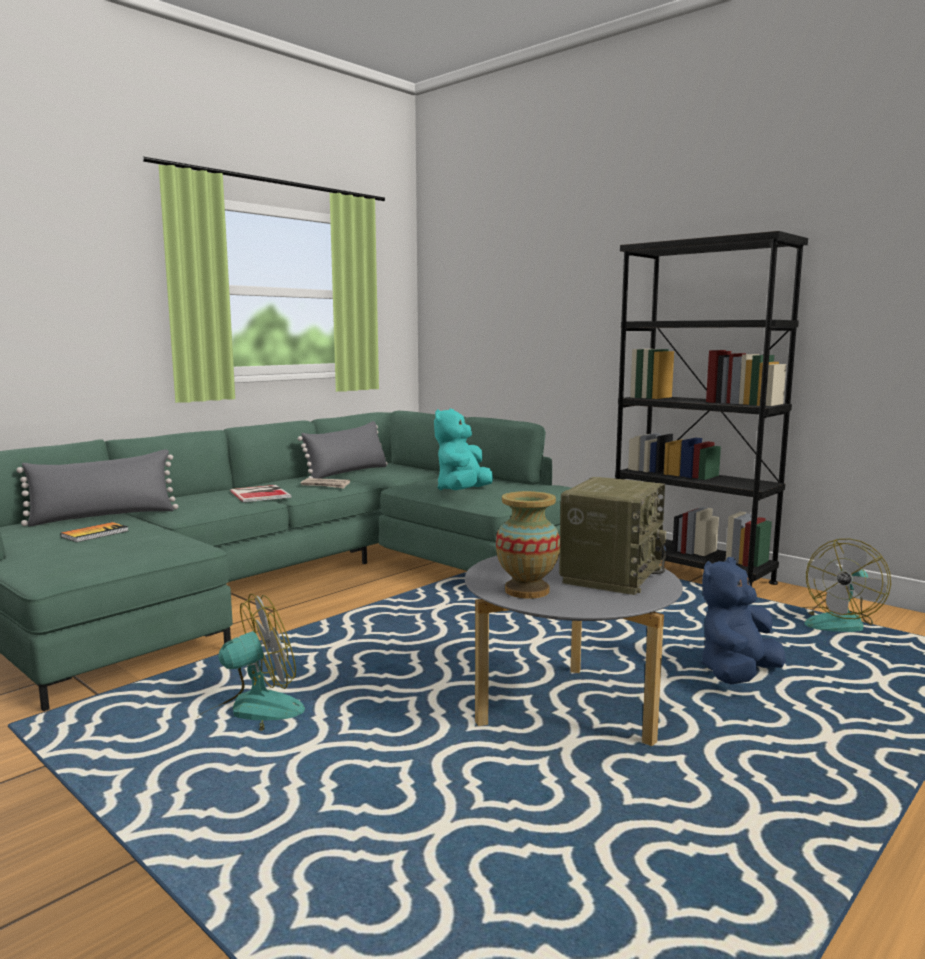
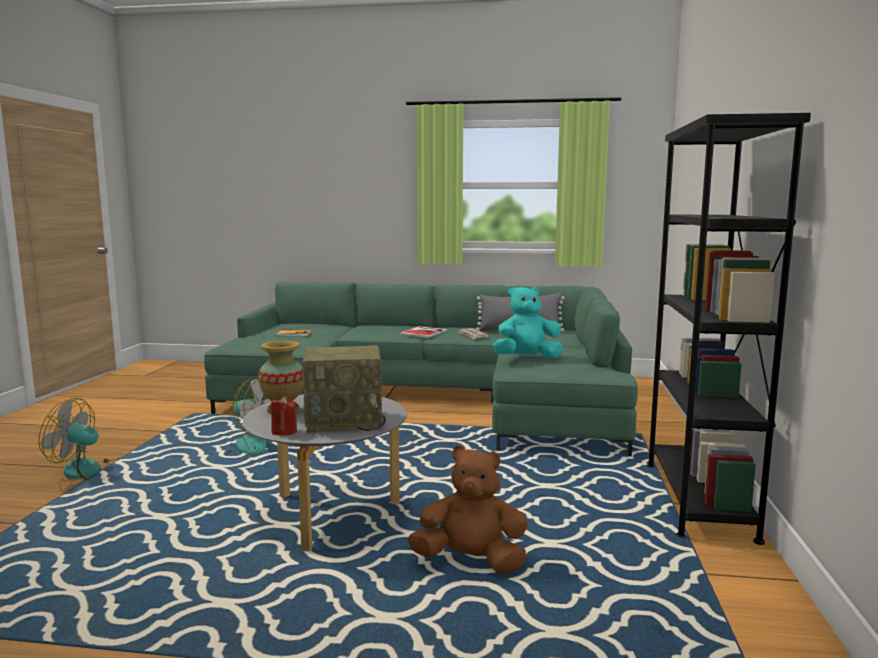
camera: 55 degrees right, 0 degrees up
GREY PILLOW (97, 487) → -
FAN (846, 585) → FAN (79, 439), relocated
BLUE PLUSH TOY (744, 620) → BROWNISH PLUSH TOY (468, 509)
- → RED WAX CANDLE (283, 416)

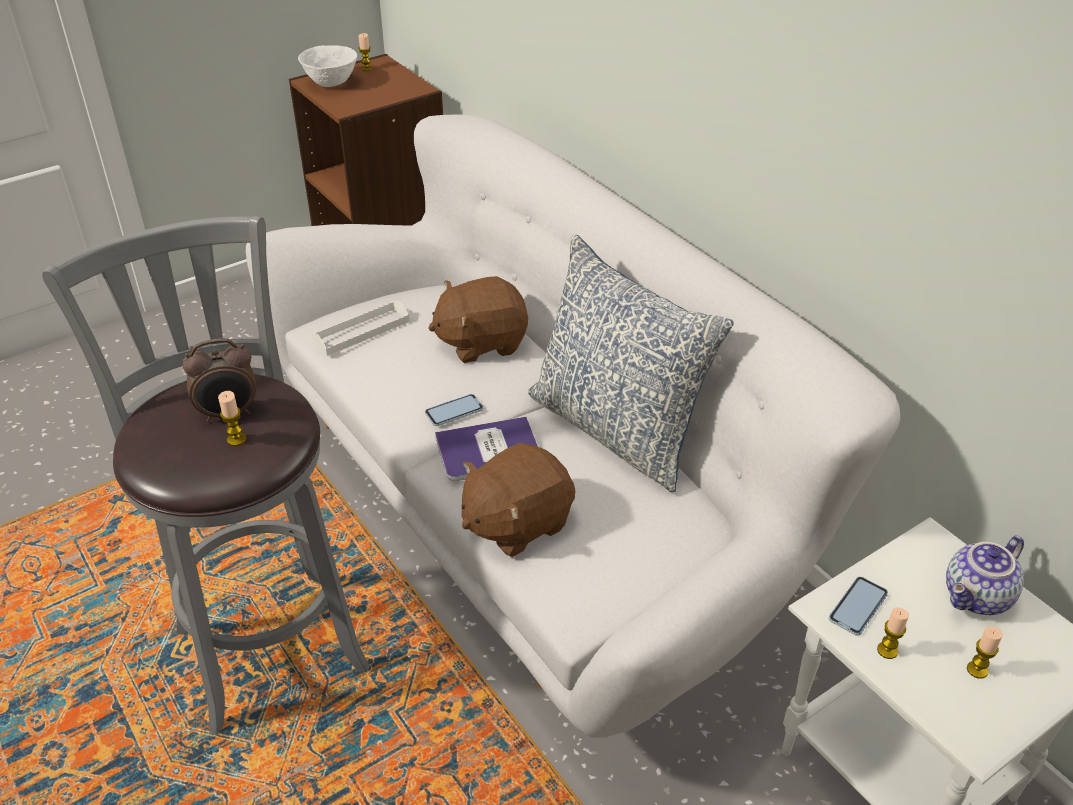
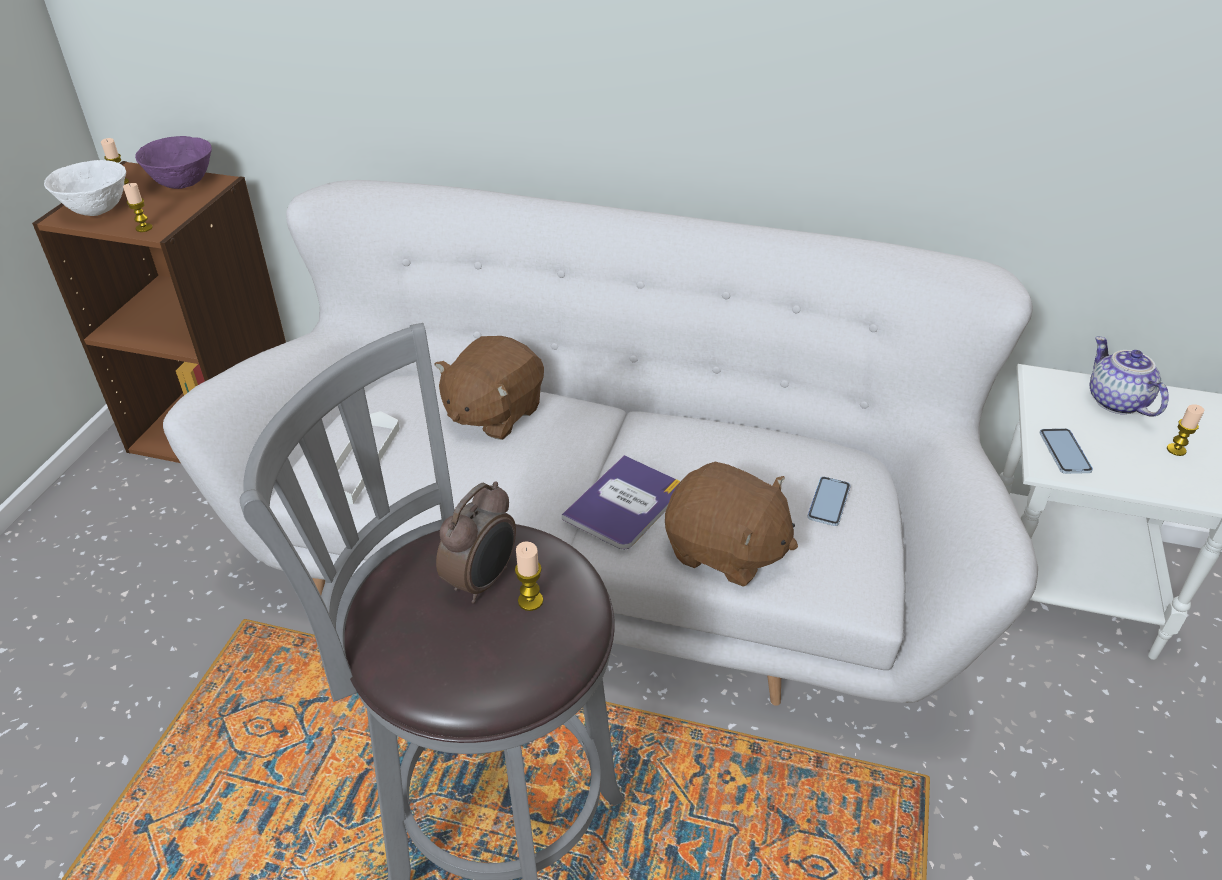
camera: 40 degrees left, 0 degrees up
PILLOW (631, 364) → -
HANDSET (454, 410) → HANDSET (829, 501), relocated
BROWNISH PLUSH TOY (518, 499) → BROWNISH PLUSH TOY (731, 524), 75 degrees counterclockwise
TEA POT (985, 575) → TEA POT (1129, 377), 150 degrees clockwise
WAX CANDLE (893, 633) → WAX CANDLE (138, 207), relocated
- → PURPLE-COLOURED DEEP DISH (173, 162)

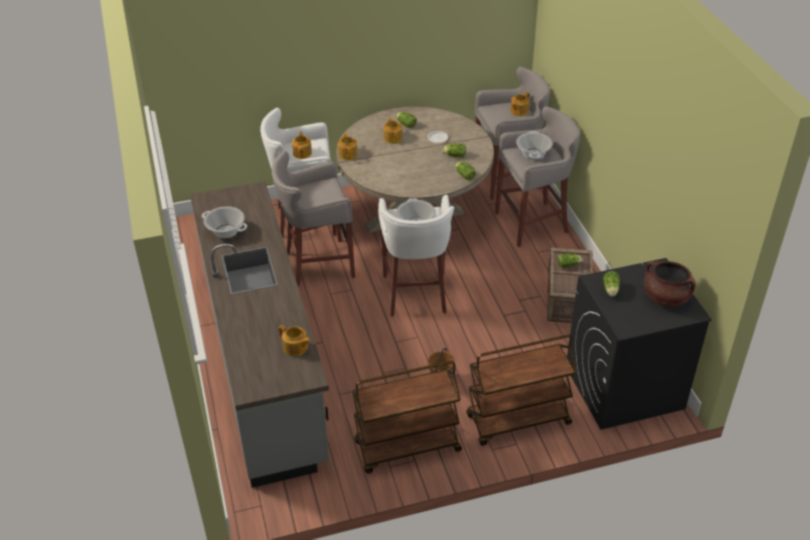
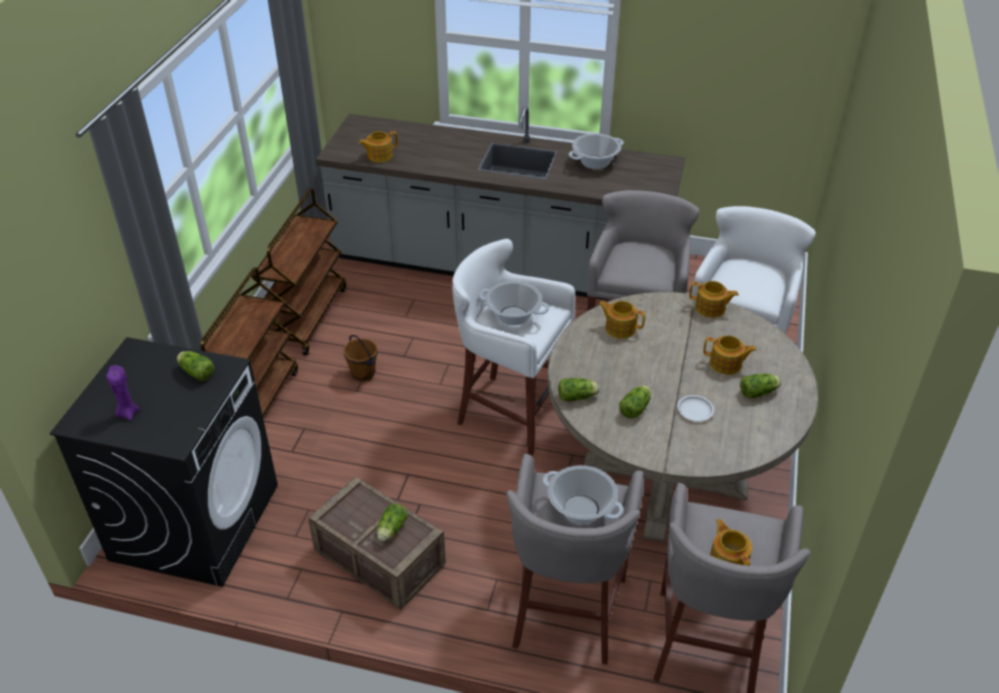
camera: 120 degrees right, 0 degrees up
TEA POT (302, 145) → TEA POT (621, 320), relocated
BROWNISH STOCKPOT (670, 284) → PURPLE-COLOURED WAX CANDLE (122, 392)

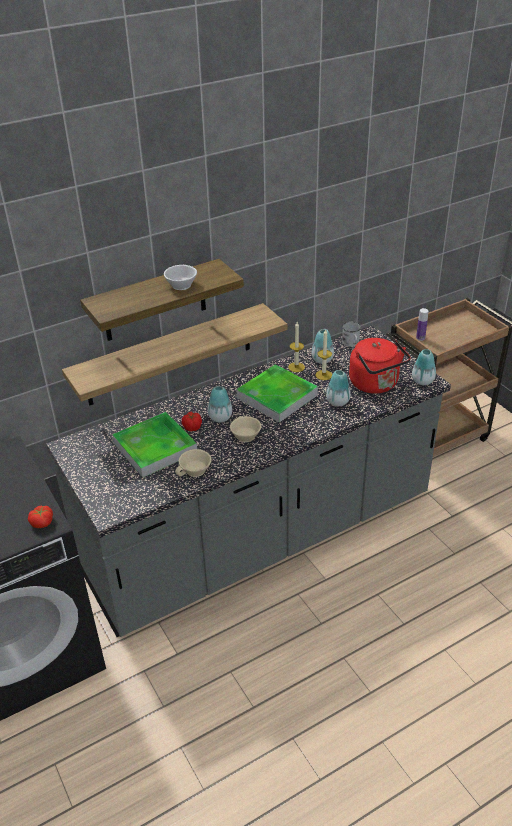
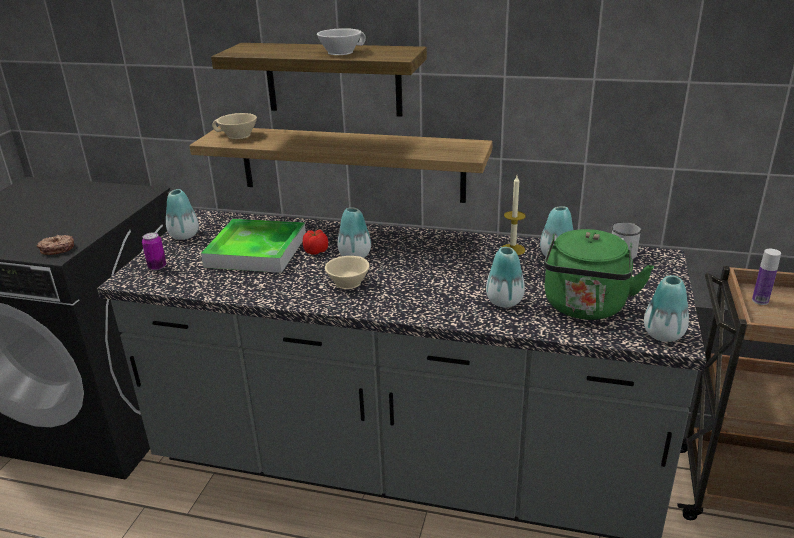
camera: 45 degrees right, 10 degrees down
WAX CANDLE (323, 354) → -
RED TEA KETTLE (380, 366) → GREENISH TEA KETTLE (599, 274)
TRAY (277, 393) → -
SAND-COLOURED SMALL CUP (193, 463) → SAND-COLOURED SMALL CUP (234, 126), relocated
WHOLE TOMATO (40, 517) → DOUGHNUT (55, 245)
- → VASE (182, 214)
- → SEALED CAN (154, 251)

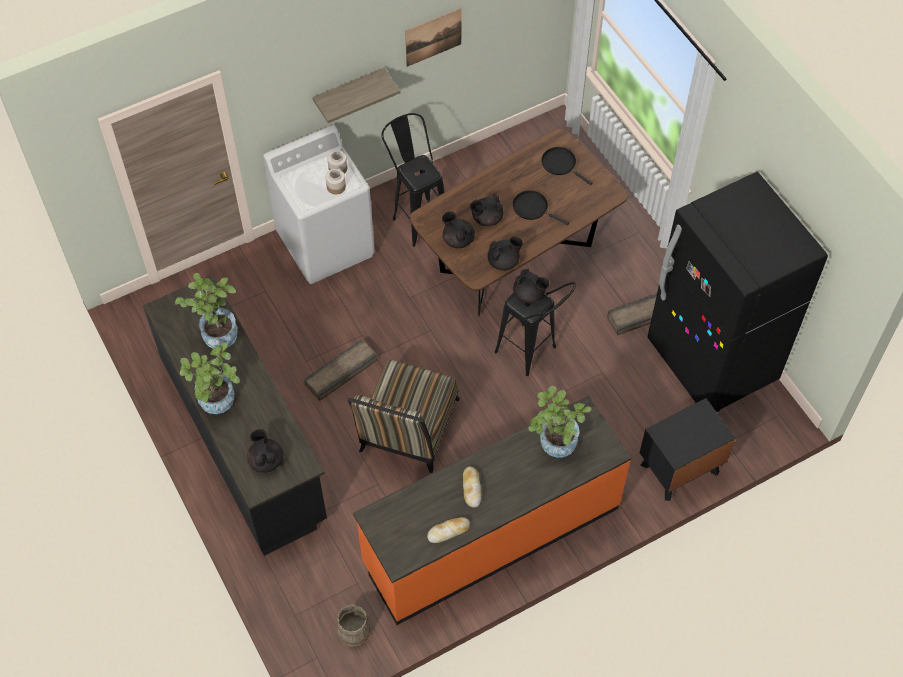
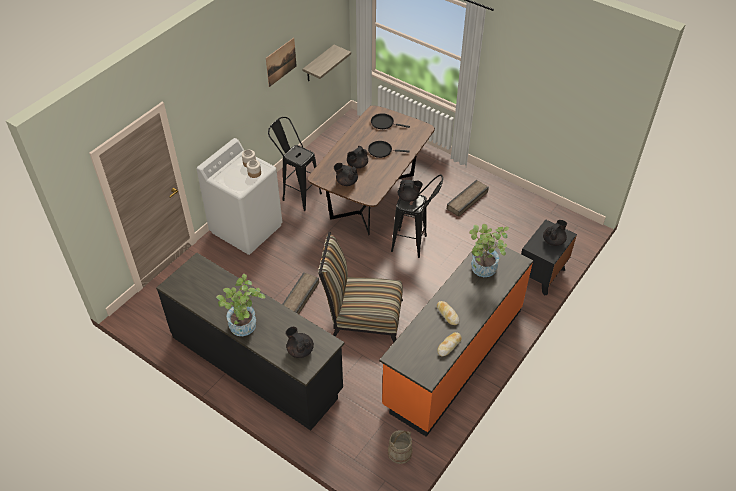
camera: 25 degrees left, 10 degrees down
SHELF (356, 95) → SHELF (326, 63), relocated
BLACK REFRIGERATOR (738, 292) → -
BLACK TEA POT (505, 253) → BLACK TEA POT (555, 233), relocated
HOUSEPLANT (206, 311) → -
UPRIGHT CHAIR (404, 416) → UPRIGHT CHAIR (360, 287), 105 degrees clockwise

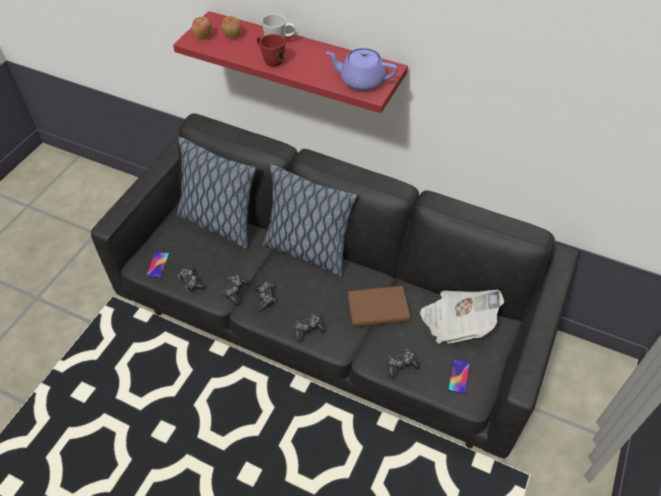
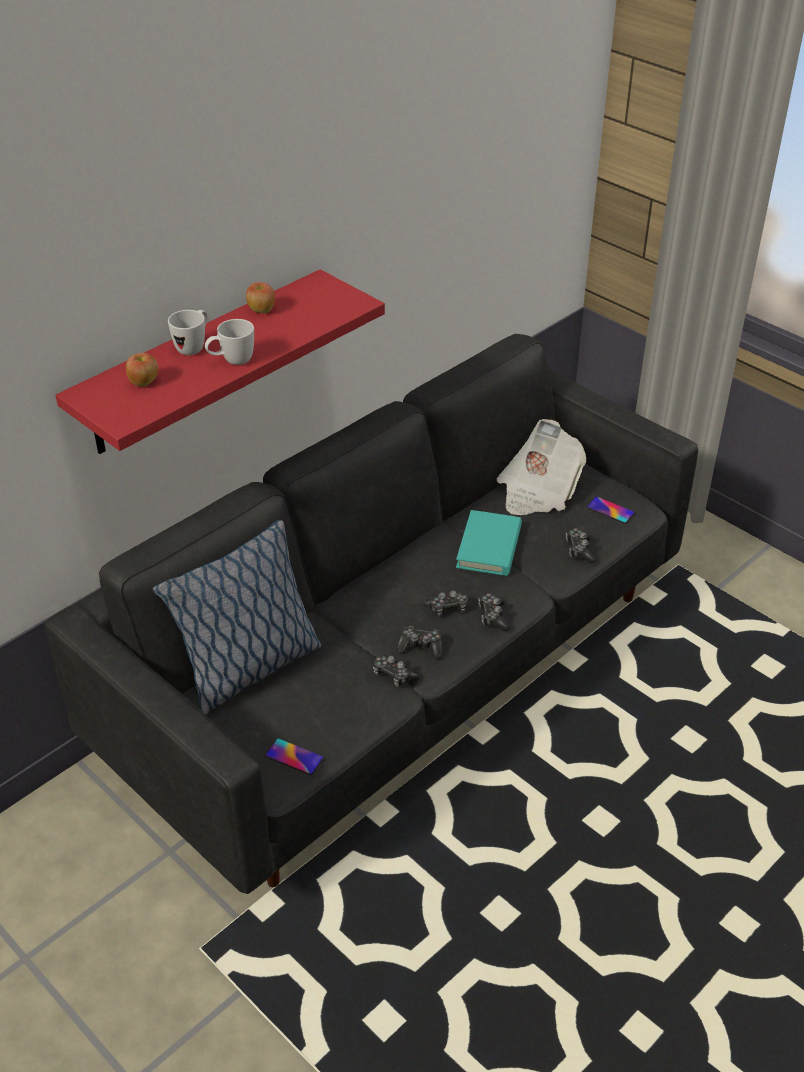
camera: 70 degrees left, 10 degrees down
WHOLE APPLE (202, 28) → WHOLE APPLE (260, 297), relocated
RED COFFEE MUG (271, 50) → WHITISH COFFEE MUG (229, 342)
PURPLE-COLOURED TEA POT (362, 69) → -
PILLOW (310, 220) → -
JOYPAD (192, 279) → JOYPAD (446, 603), relocated
BROWNISH BOUND BOOK (379, 307) → BLUE-GREEN BOUND BOOK (489, 543)

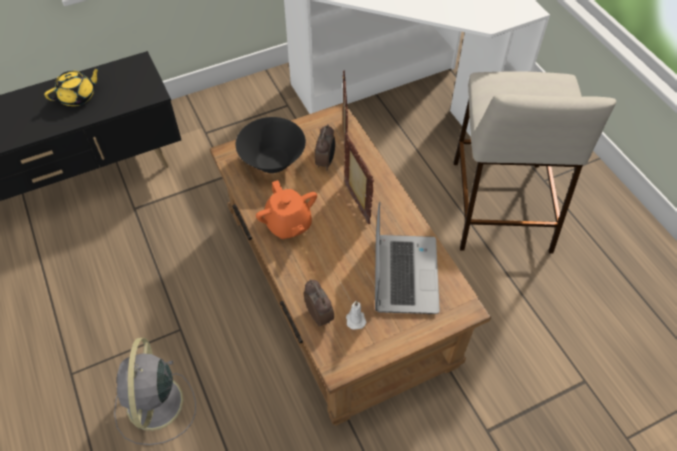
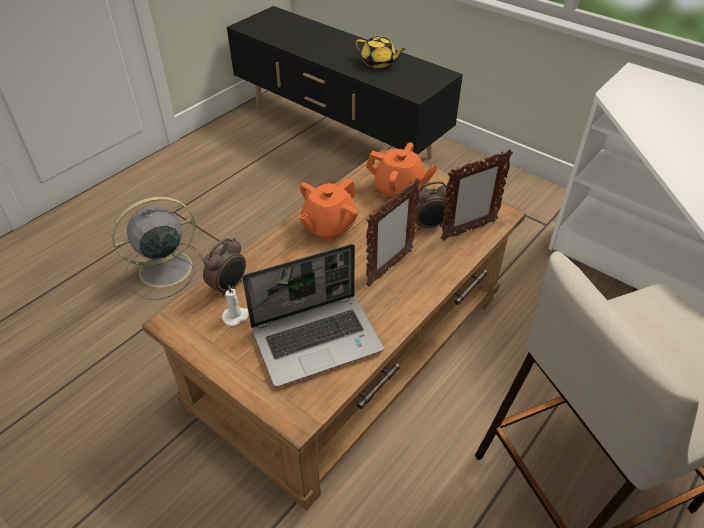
camera: 65 degrees right, 10 degrees down
BLACK DEEP DISH (270, 145) → ORANGE TEA POT (402, 170)

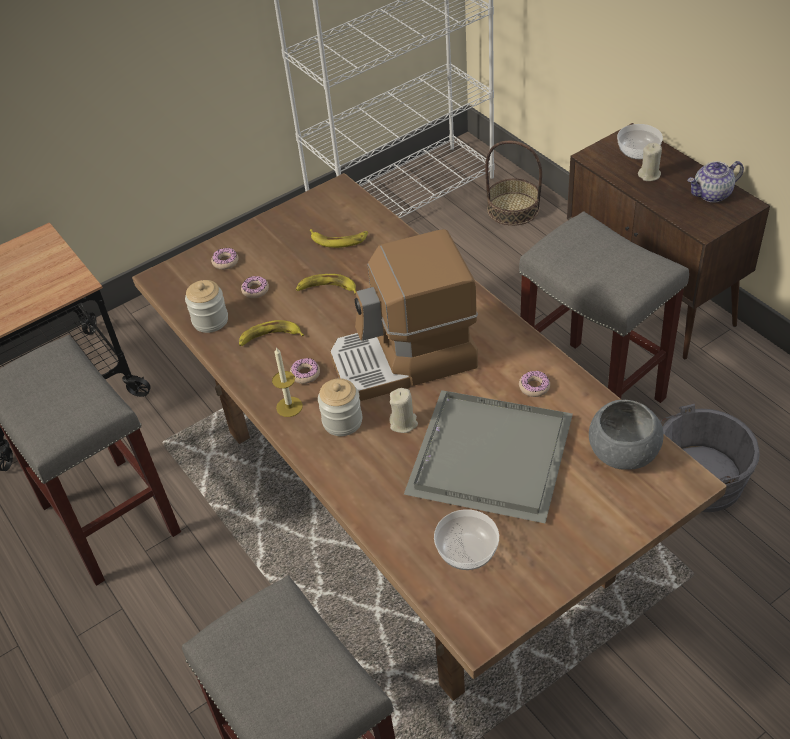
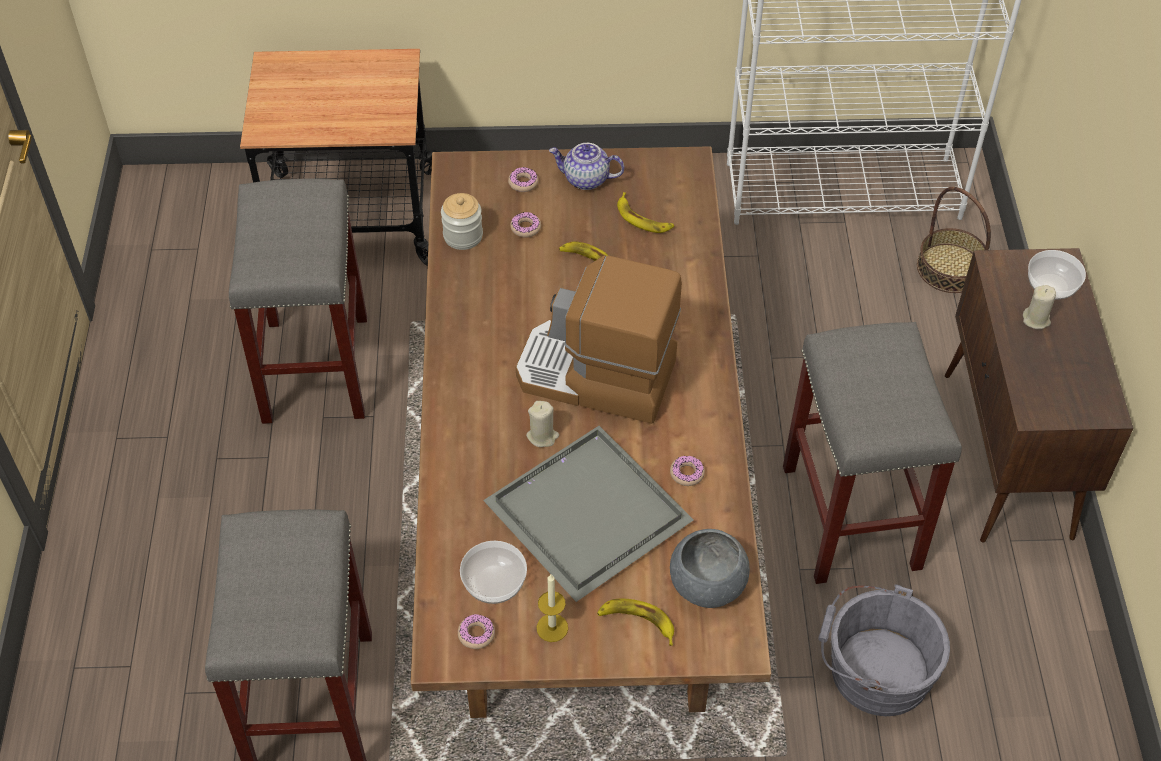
camera: 30 degrees right, 5 degrees up
TEA POT (715, 181) → TEA POT (586, 166), relocated
BANANA (271, 333) → BANANA (635, 622), relocated
WAX CANDLE (287, 382) → WAX CANDLE (552, 608), relocated
DOUGHNUT (305, 371) → DOUGHNUT (476, 631), relocated
PRESERVE JAR (340, 407) → -

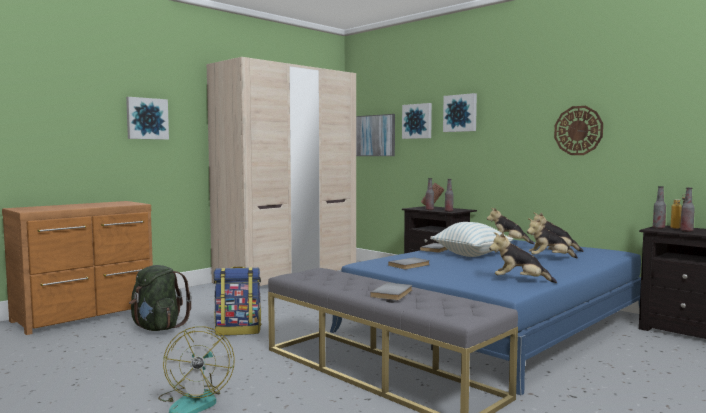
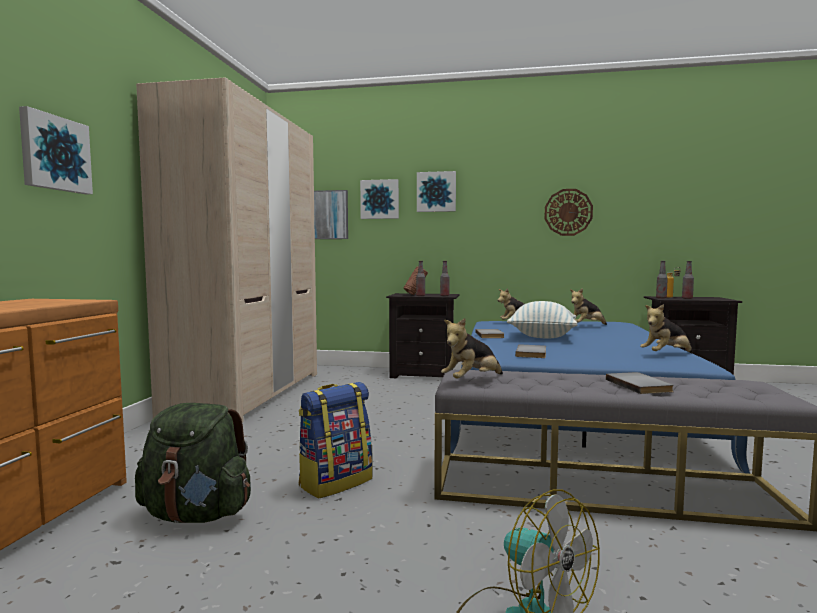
camera: 35 degrees left, 0 degrees up
PLUSH TOY (552, 238) → PLUSH TOY (472, 348), relocated

